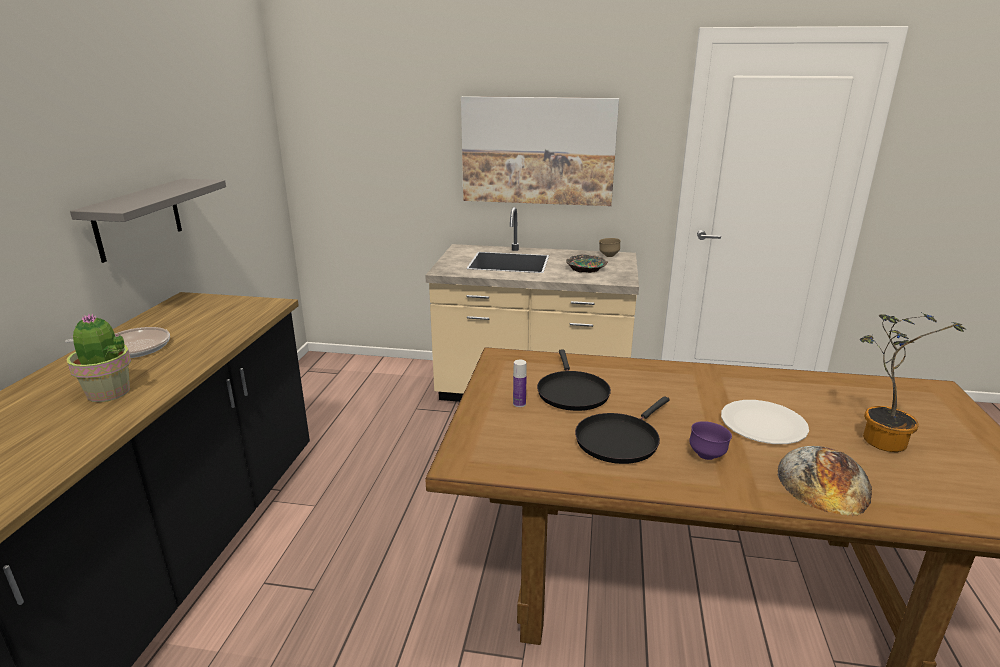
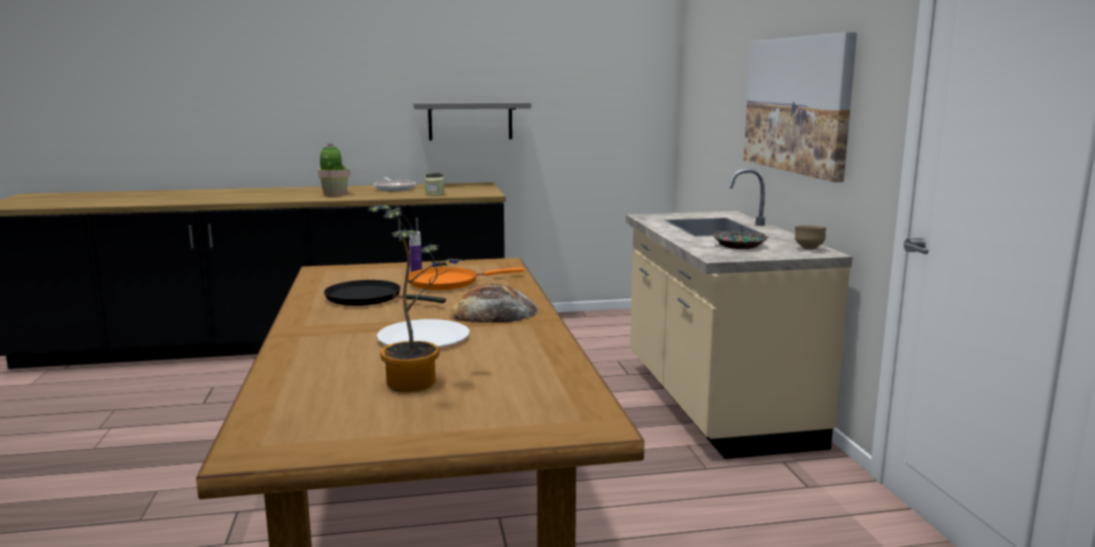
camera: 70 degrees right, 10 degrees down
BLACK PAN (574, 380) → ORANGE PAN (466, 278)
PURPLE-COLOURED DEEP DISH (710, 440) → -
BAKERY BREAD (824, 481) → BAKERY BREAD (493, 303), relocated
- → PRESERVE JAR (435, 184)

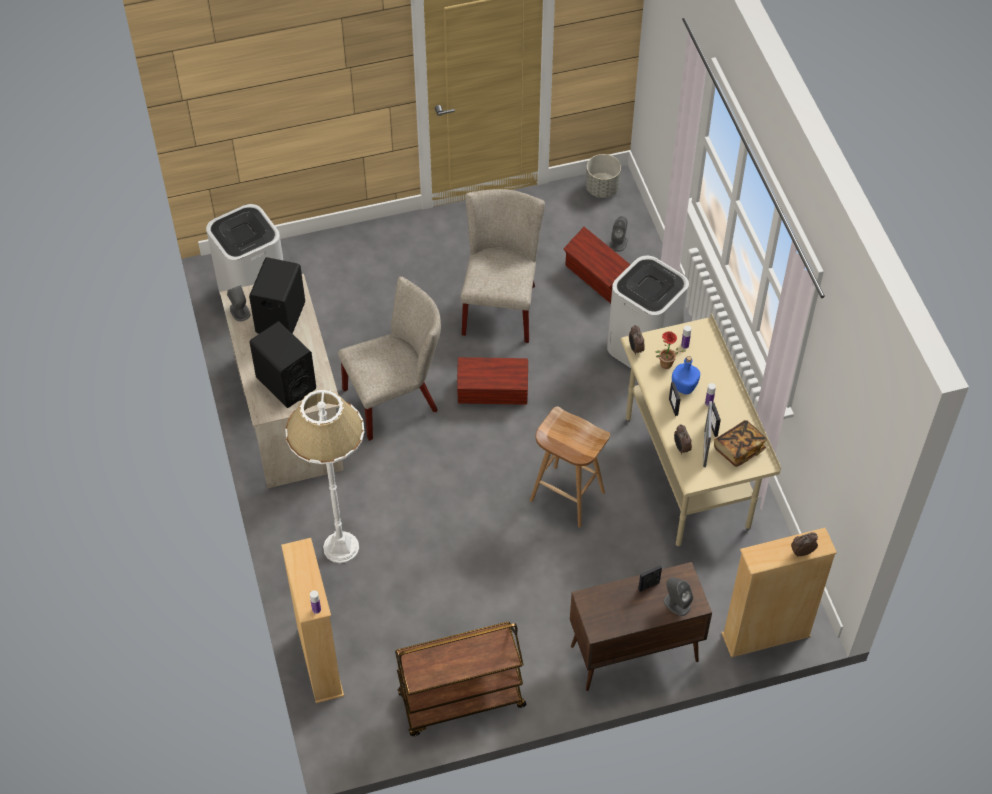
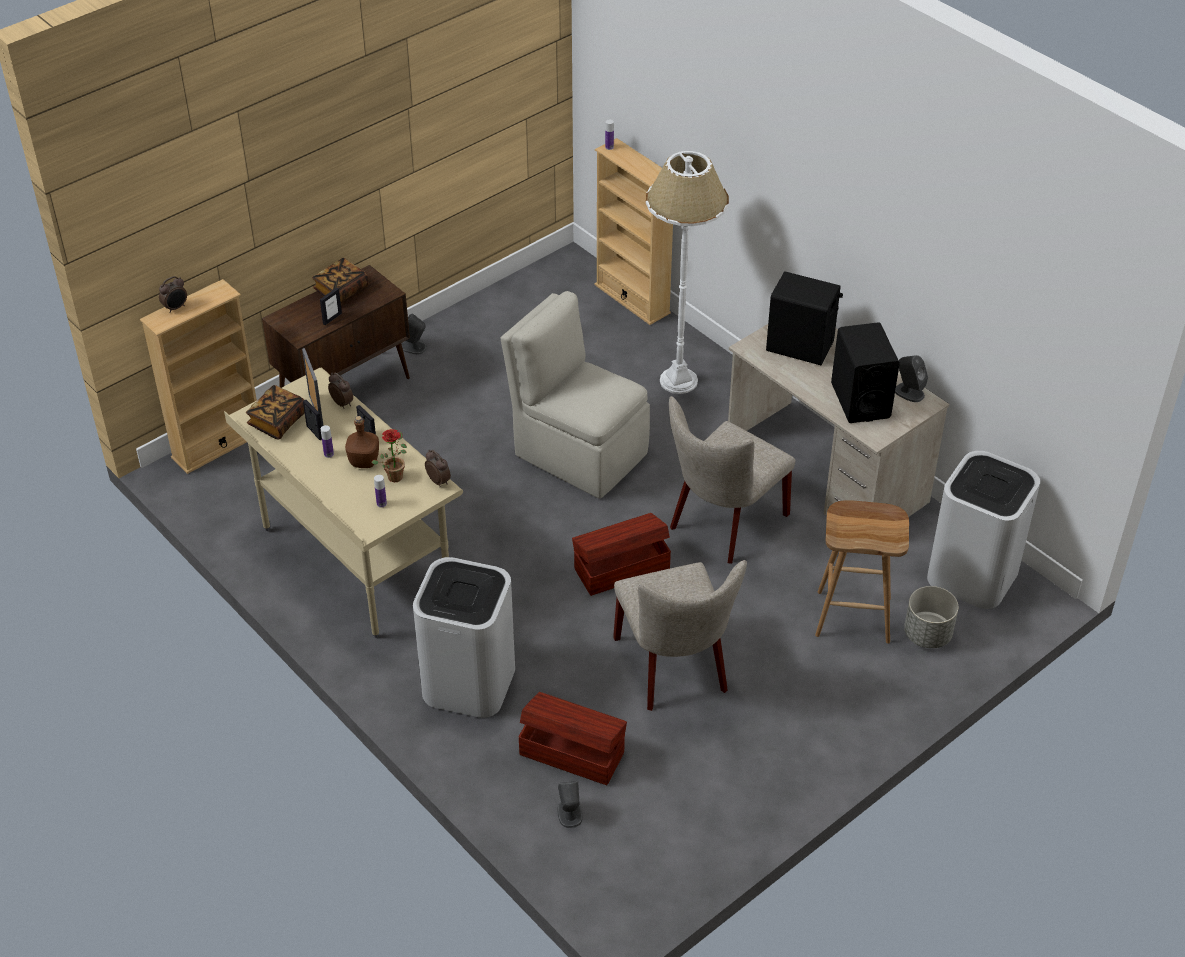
camera: 155 degrees right, 10 degrees down
GREY PLANT POT (603, 176) → GREY PLANT POT (931, 617), relocated
BLUE DRINK BOTTLE (686, 375) → BROWNISH DRINK BOTTLE (362, 442)
BROWNISH SITTING STOOL (570, 466) → BROWNISH SITTING STOOL (862, 572), relocated
GREY AUDIO SPEAKER (678, 596) → GREY AUDIO SPEAKER (414, 333), relocated
BROWNISH CART (460, 679) → -
- → BOUND BOOK (340, 280)
- → SAND-COLOURED UPRIGHT CHAIR (575, 395)

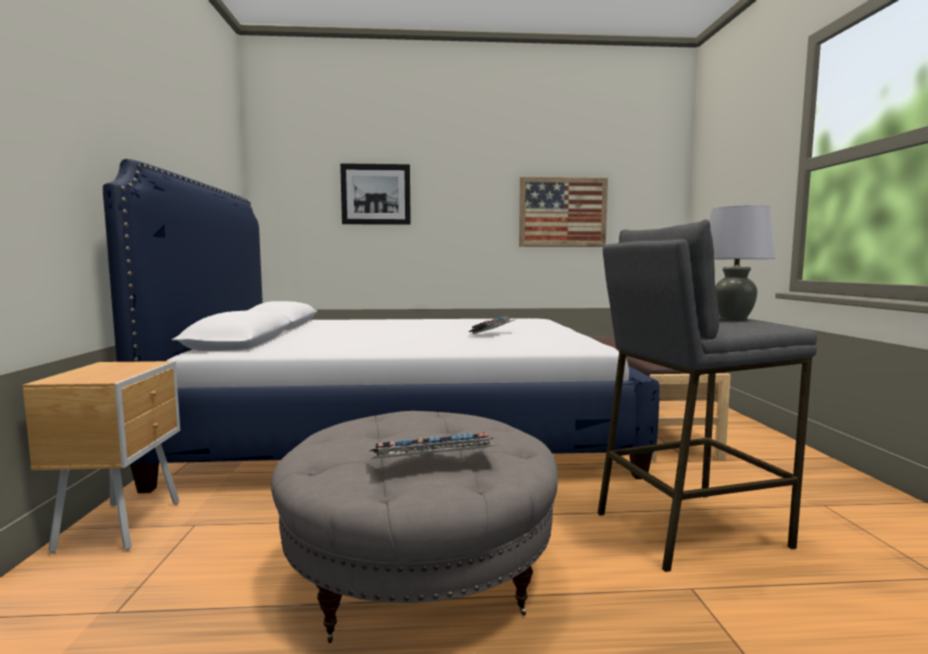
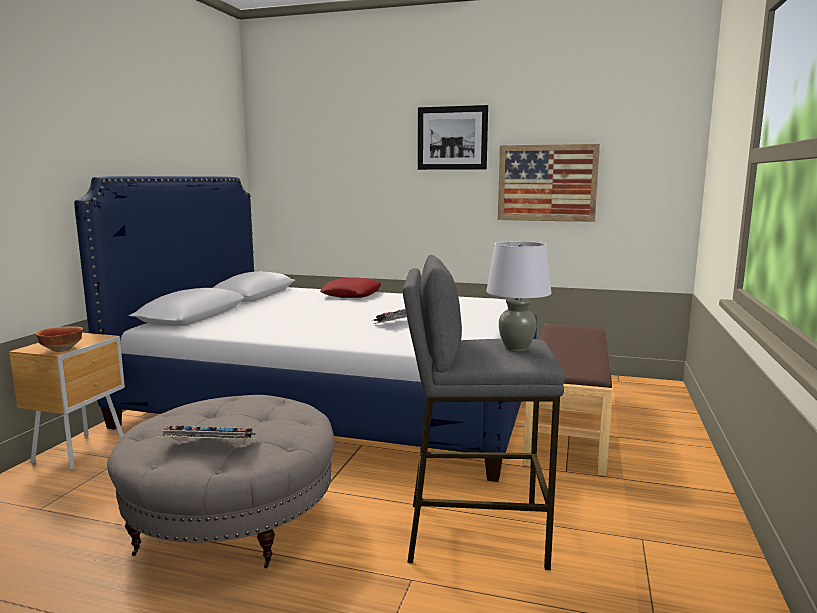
camera: 20 degrees right, 5 degrees up
WALL PICTURE (375, 194) → WALL PICTURE (453, 137), relocated
- → RED PILLOW (350, 288)
- → DEEP DISH (59, 339)

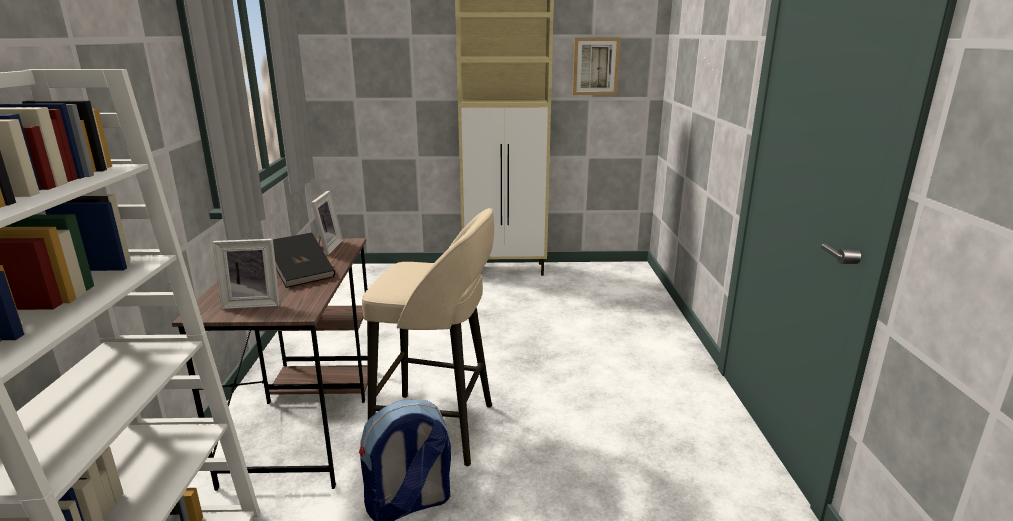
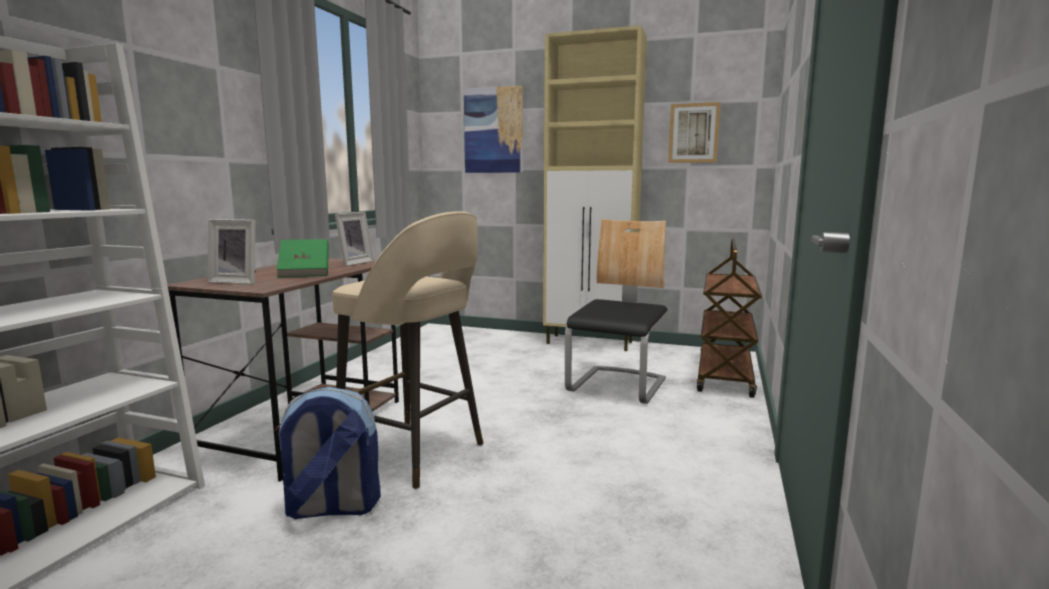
camera: 20 degrees right, 10 degrees down
BLACK BOUND BOOK (304, 260) → GREENISH BOUND BOOK (302, 258)
- → WALL PICTURE (493, 129)
- → UPRIGHT CHAIR (616, 311)
- → BROWNISH CART (729, 318)

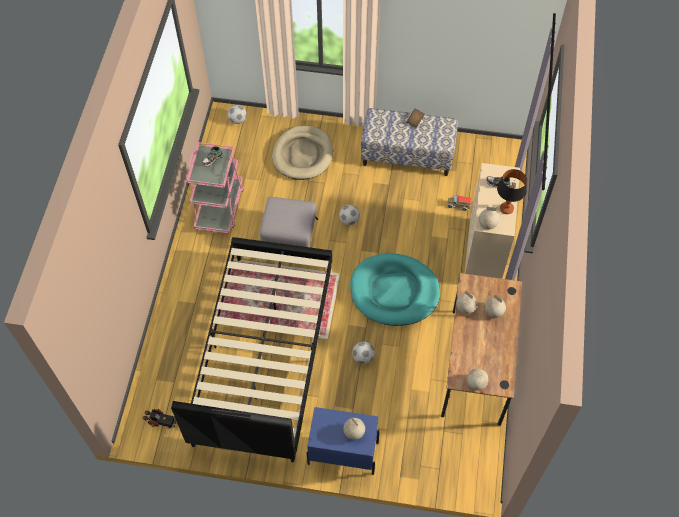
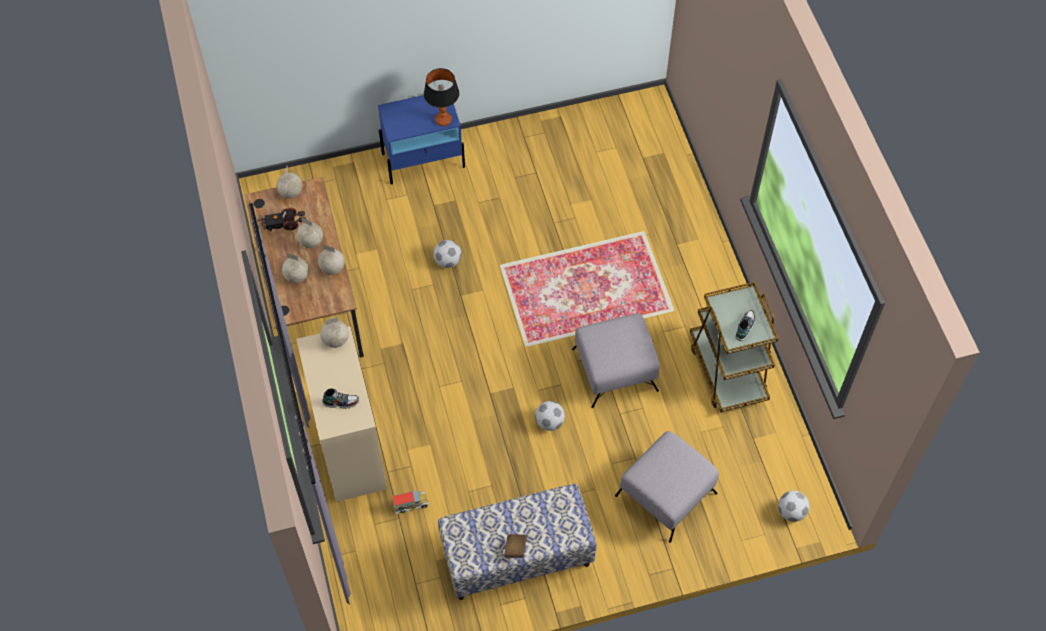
camera: 155 degrees right, 0 degrees up
SAND-COLOURED DOG CUSHION (302, 152) → GREY FOOTREST (667, 487)
PINKISH CART (215, 188) → BROWNISH CART (734, 347)
TABLETOP LAMP (512, 191) → TABLETOP LAMP (441, 97), relocated
BLACK SLEEPING BED (251, 350) → -
BLUE-GREEN DOG CUSHION (395, 289) → -
TOY TRUCK (160, 419) → TOY TRUCK (281, 219), relocated
WORLD GLOBE (354, 428) → WORLD GLOBE (310, 232), relocated

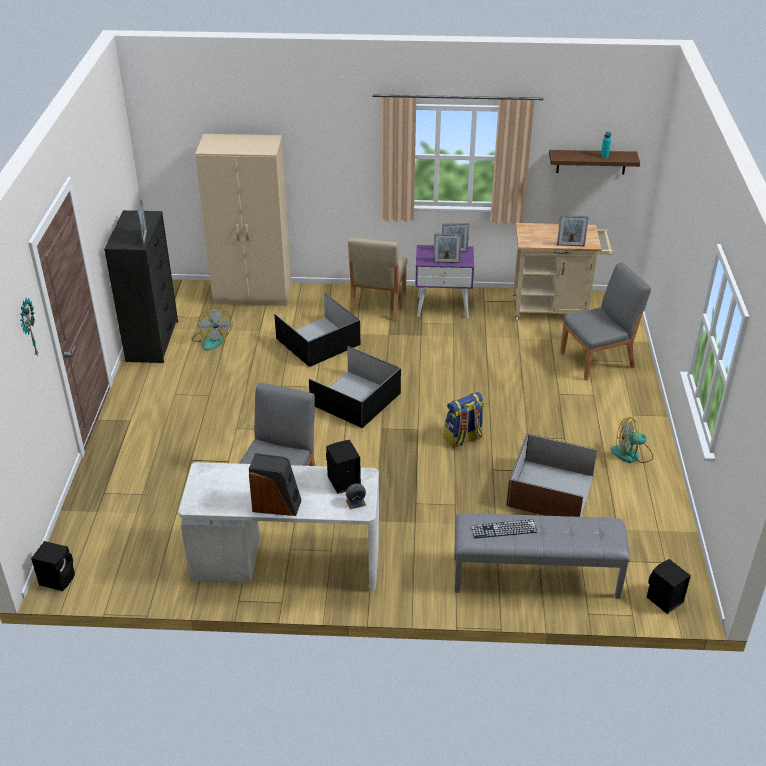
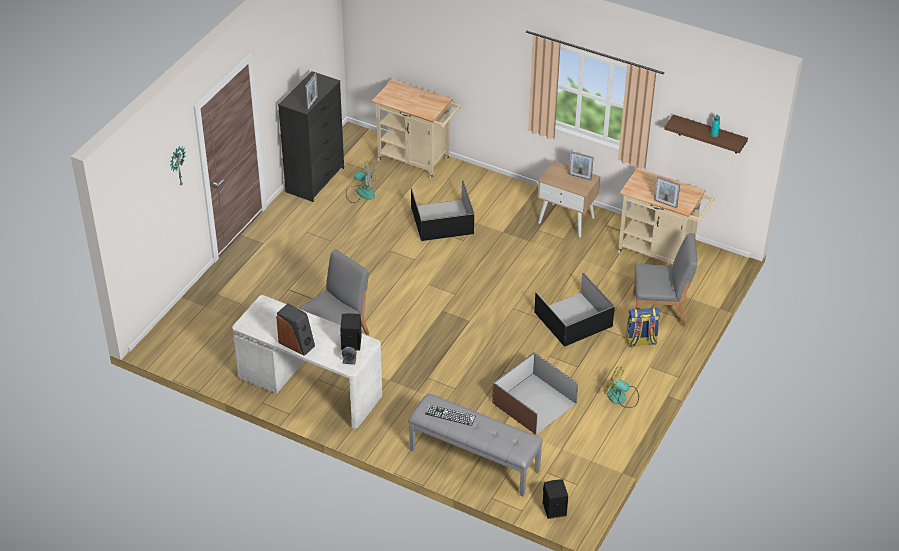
camera: 25 degrees right, 5 degrees up
SAND-COLOURED CLOTHES CUPBOARD (243, 220) → SAND-COLOURED CART (417, 129)
PICTURE FRAME (447, 248) → -
SAND-COLOURED UPRIGHT CHAIR (377, 279) → -
PURPLE-COLOURED NIGHTSTAND (444, 281) → SAND-COLOURED NIGHTSTAND (569, 199)
FAN (212, 329) → FAN (360, 182), 90 degrees counterclockwise
BLACK STORAGE BIN (355, 387) → BLACK STORAGE BIN (574, 309), relocated
KNAPSACK (464, 420) → KNAPSACK (643, 327), relocated
BLACK AUDIO SPEAKER (53, 566) → -

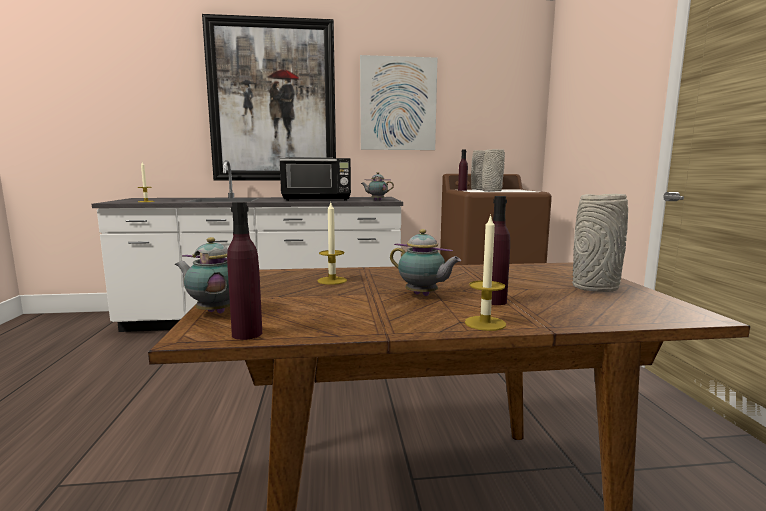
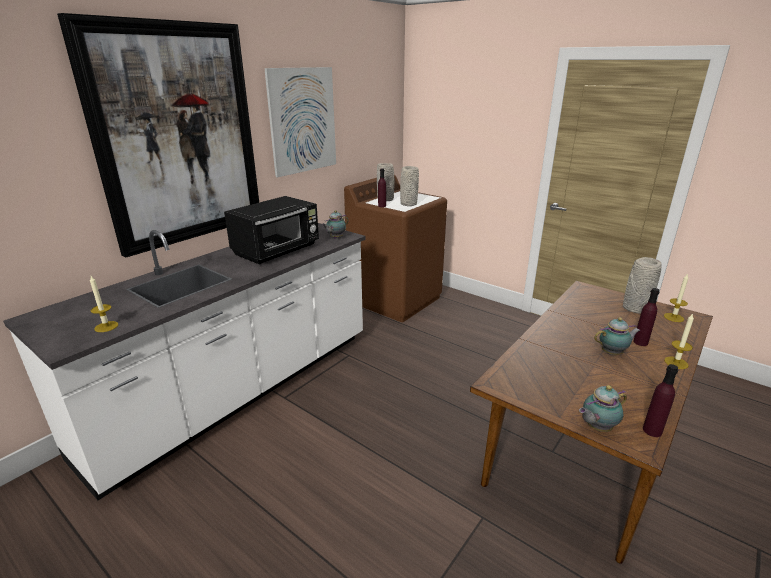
camera: 45 degrees left, 15 degrees up
WAX CANDLE (332, 244) → WAX CANDLE (676, 297), relocated

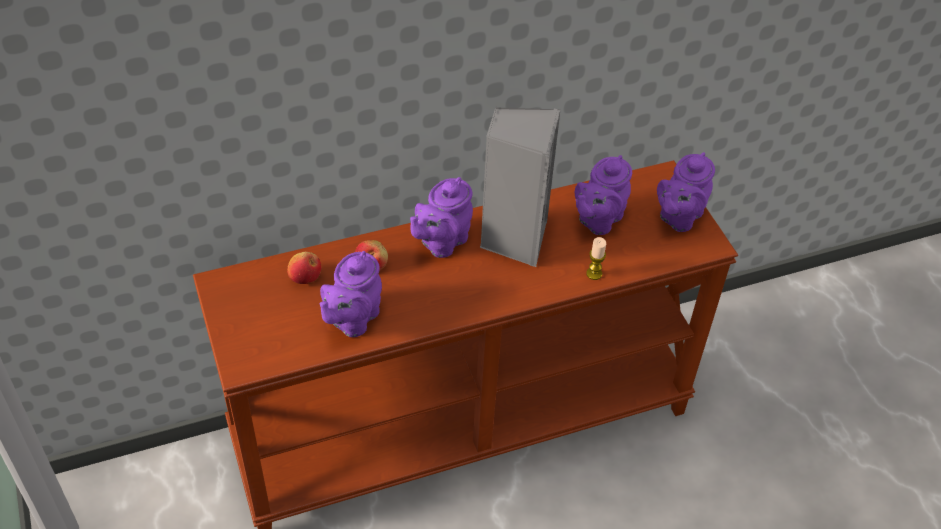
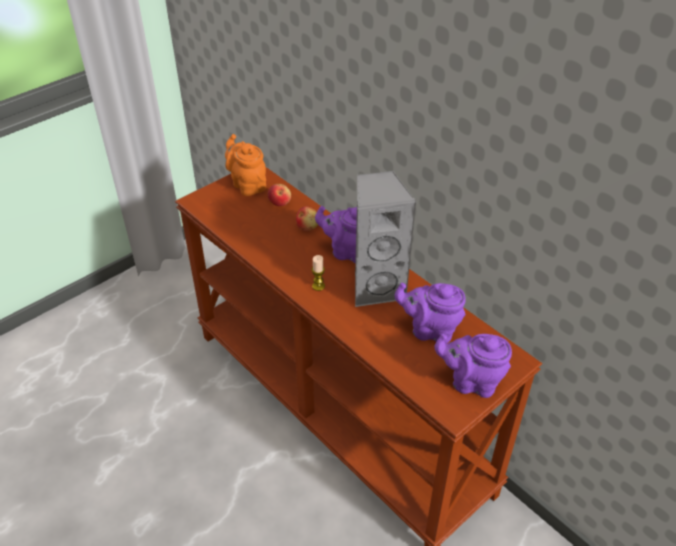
camera: 70 degrees right, 5 degrees down
WAX CANDLE (596, 258) → WAX CANDLE (318, 273), relocated
PURPLE-COLOURED TEA POT (350, 294) → -
- → ORANGE TEA POT (245, 165)

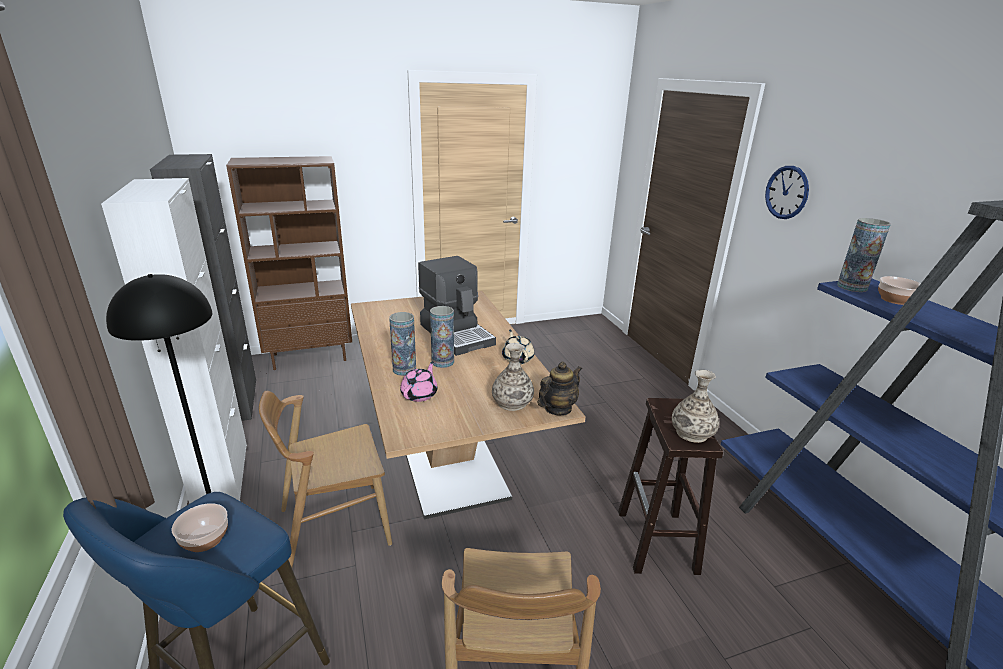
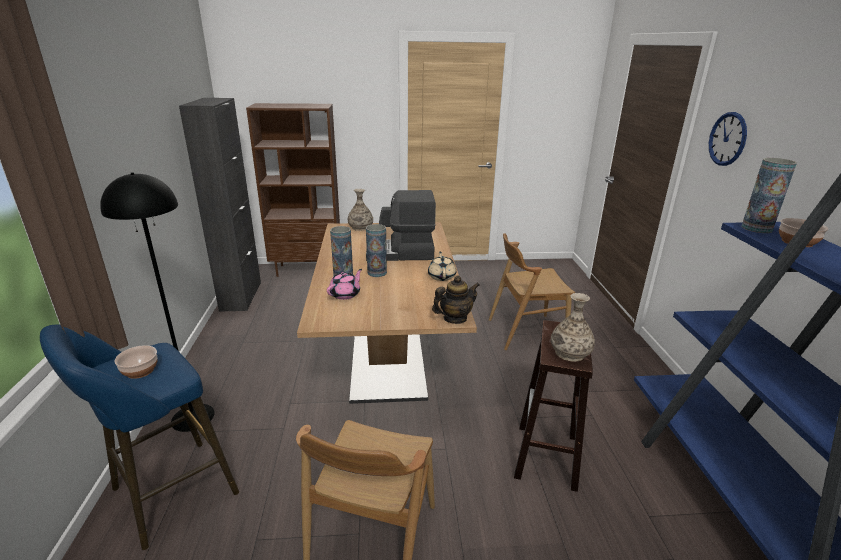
camera: 15 degrees right, 0 degrees up
WHITISH STORAGE CABINET (174, 341) → -
COFFEE MAKER (457, 306) → COFFEE MAKER (401, 225), 105 degrees clockwise
VASE (513, 377) → VASE (360, 210), relocated
BROWNISH UPRIGHT CHAIR (325, 479) → BROWNISH UPRIGHT CHAIR (532, 291), relocated

